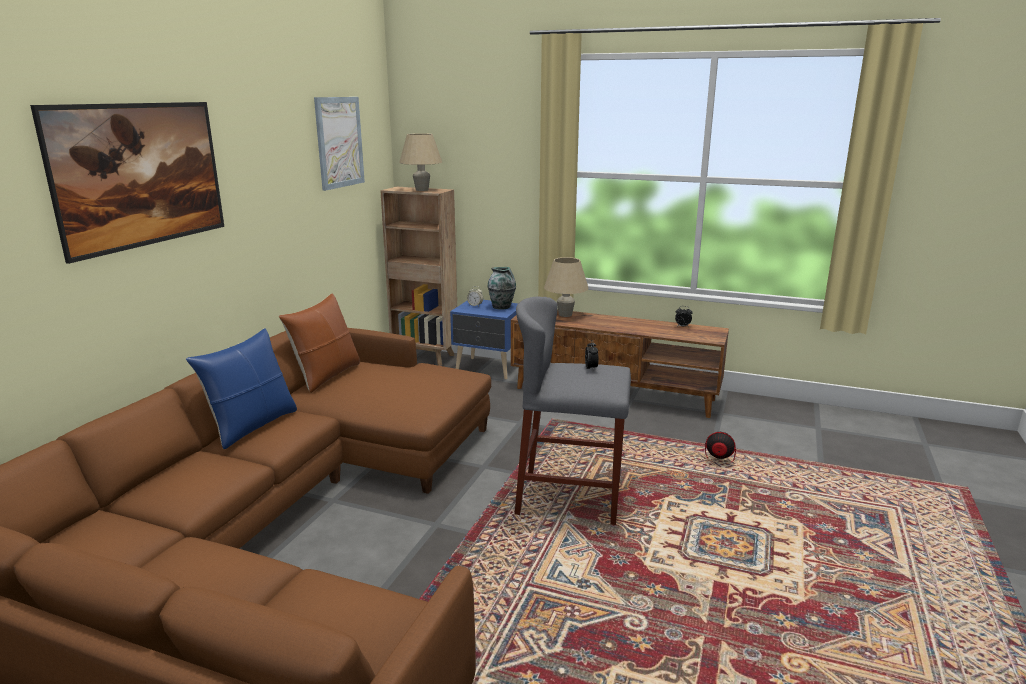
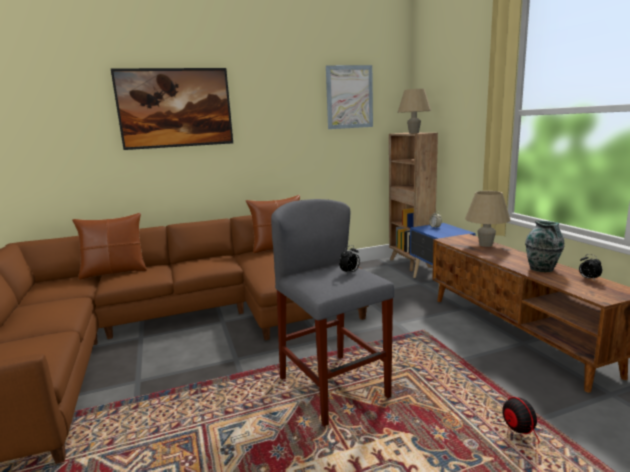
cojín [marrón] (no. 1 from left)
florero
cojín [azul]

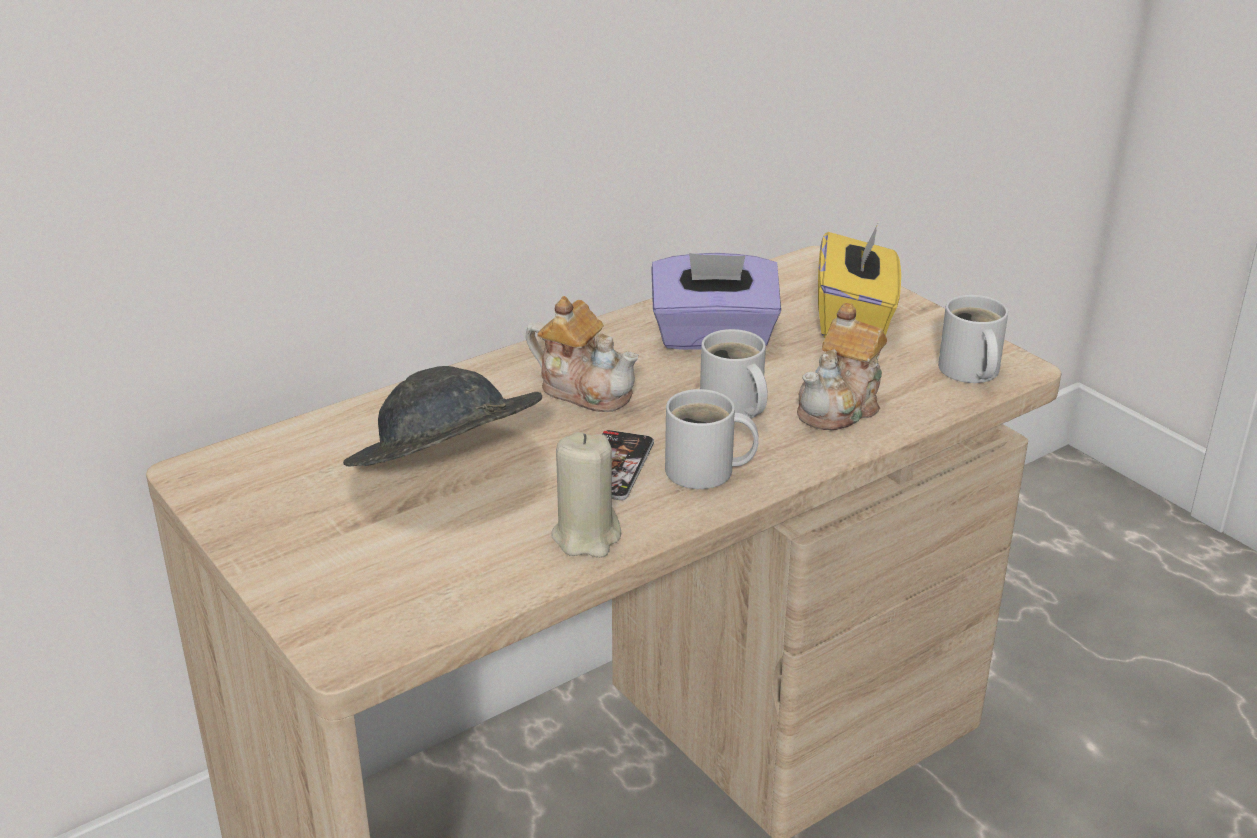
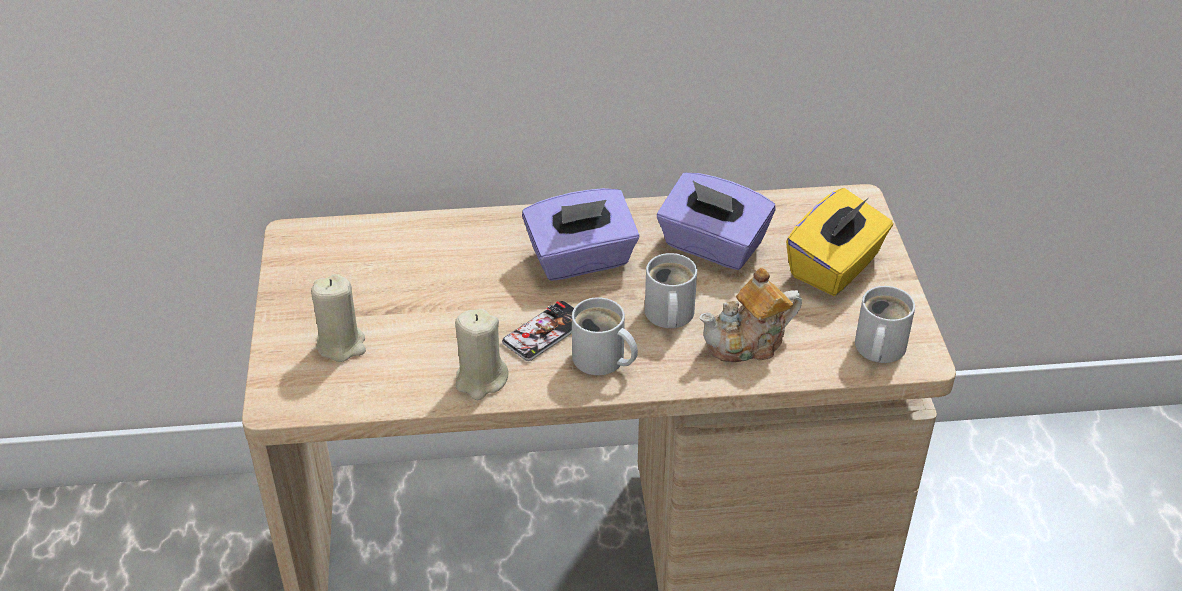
vela [beis] (no. 1 from left)
caja de pañuelos [morado] (no. 1 from left)
sombrero [gris]

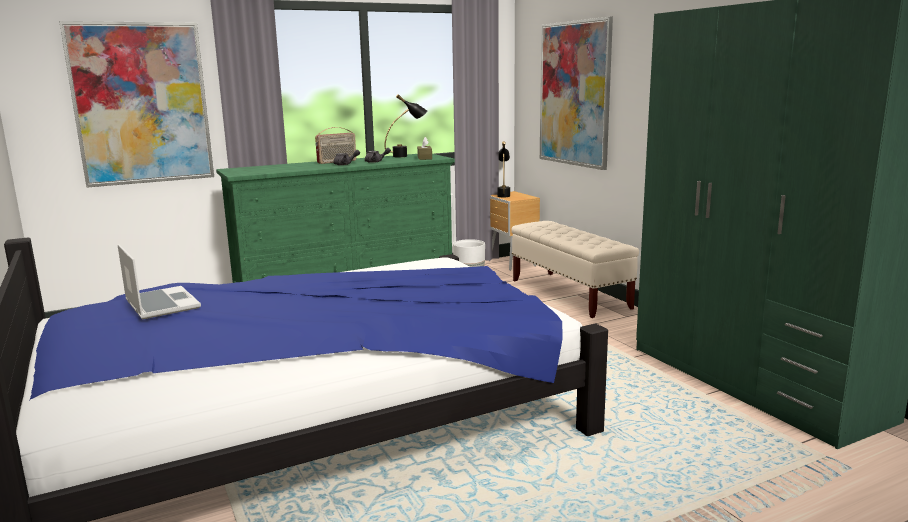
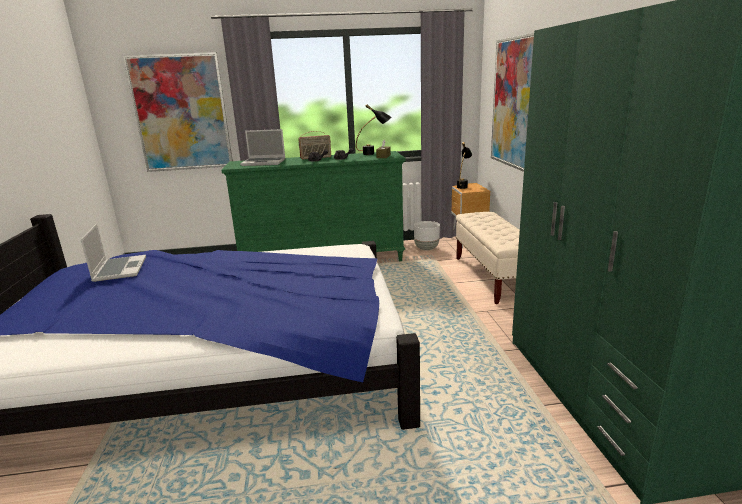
portátil (no. 2 from left)

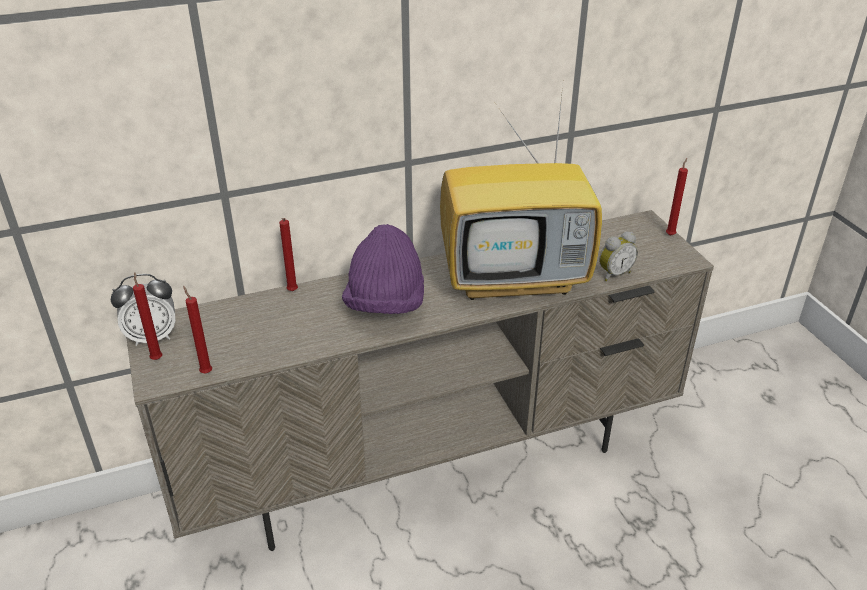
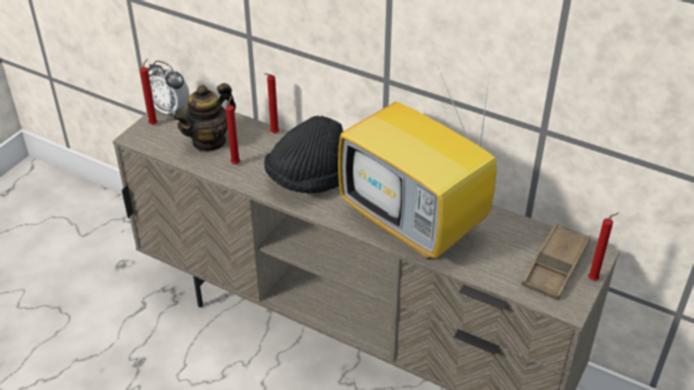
tetera
vela [rojo] (no. 2 from left)
sombrero [negro]
bandeja [marrón]
despertador (no. 2 from left in the first image)

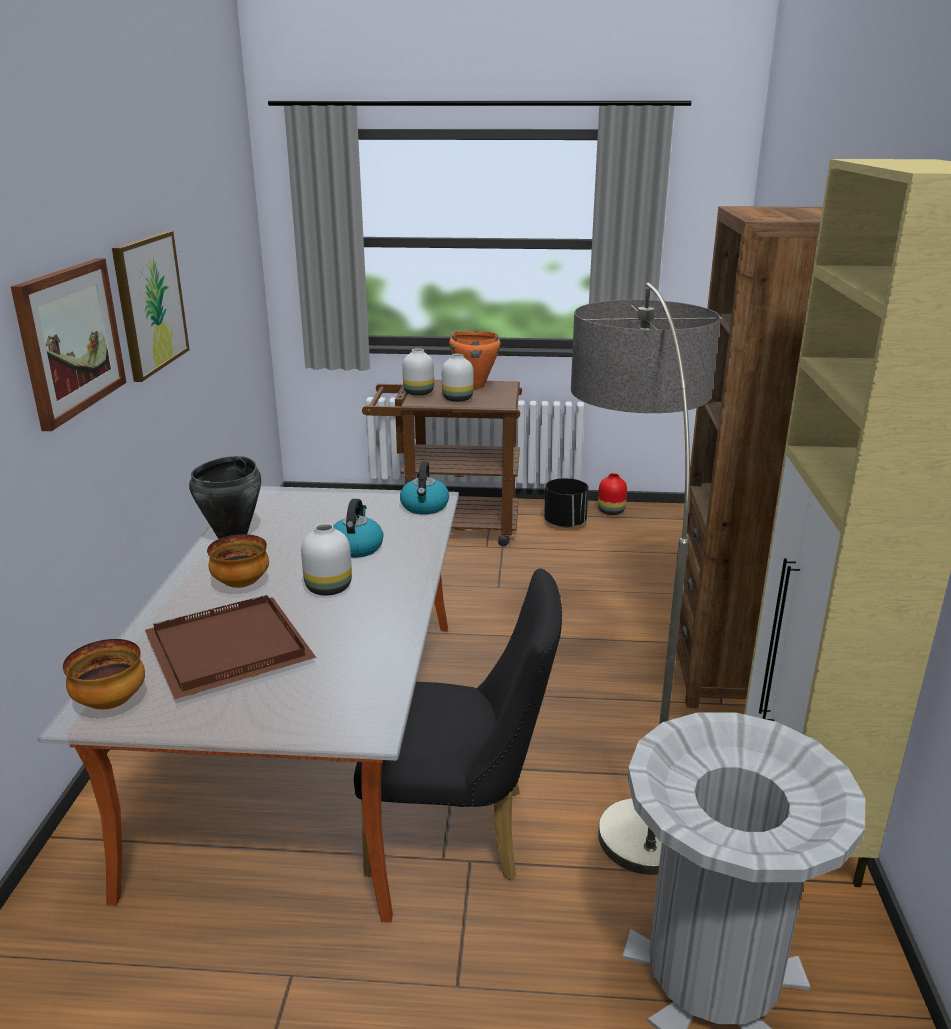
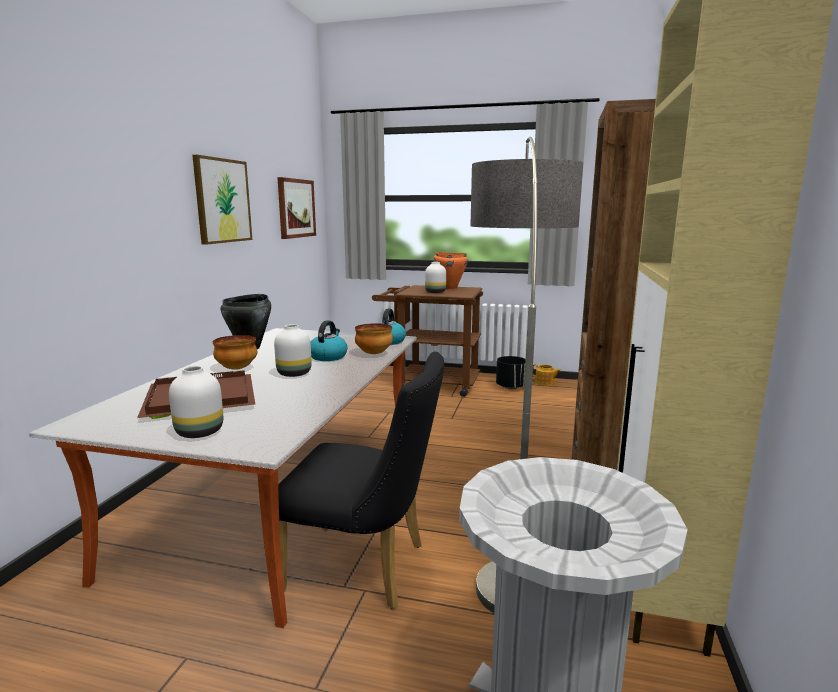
florero [blanco] (no. 1 from left)
cuadro (no. 2 from left)
cuenco (no. 2 from left)
tetera

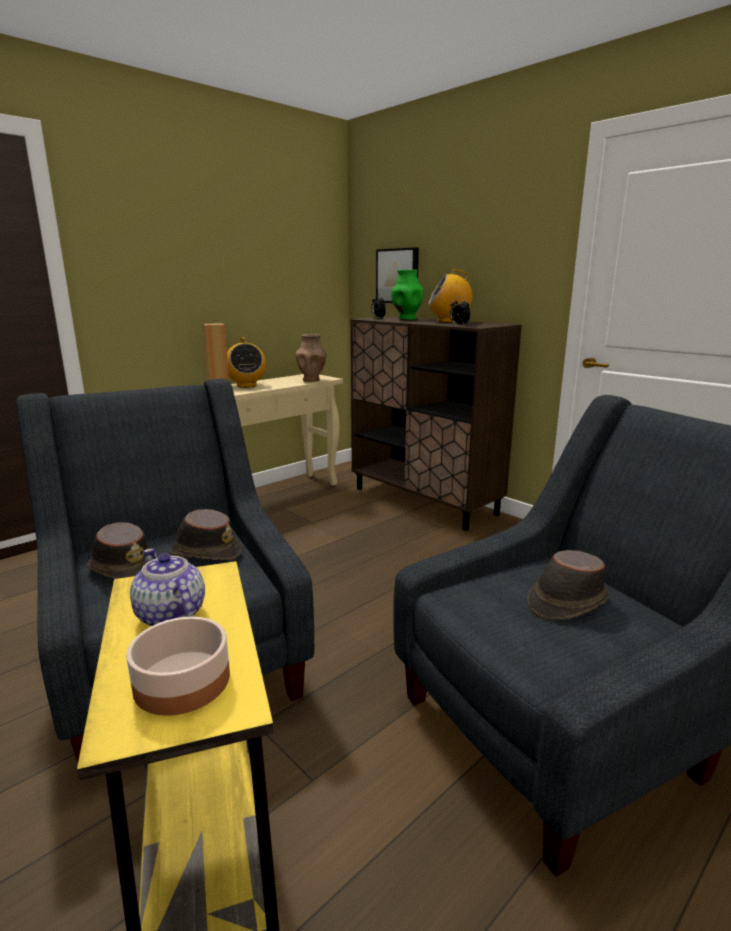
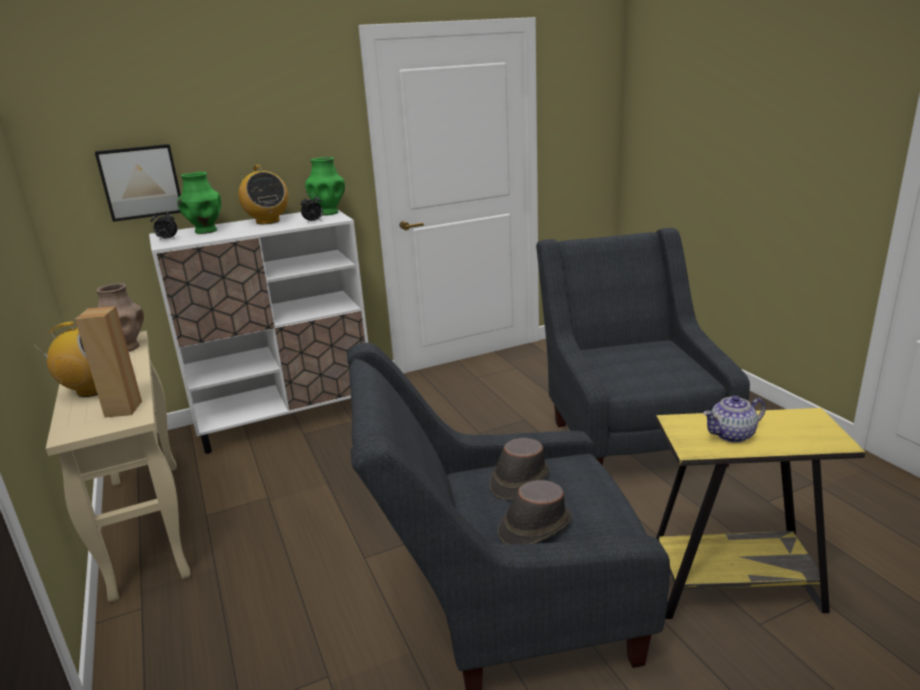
armario [blanco]
radio (no. 2 from left)
florero [verde] (no. 2 from left)
cuenco
sombrero [marrón] (no. 3 from left in the first image)

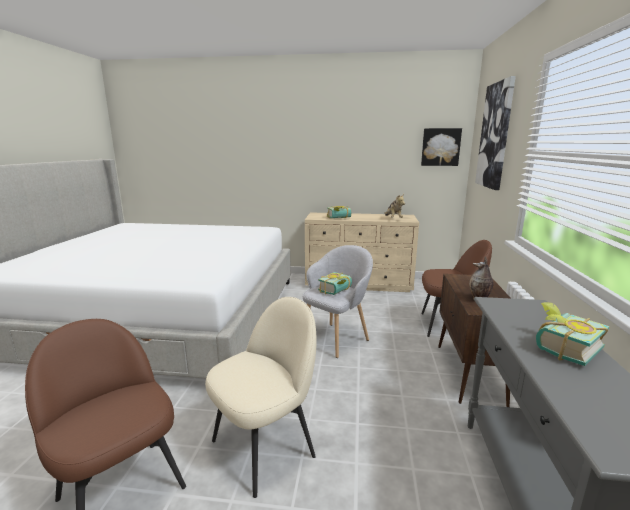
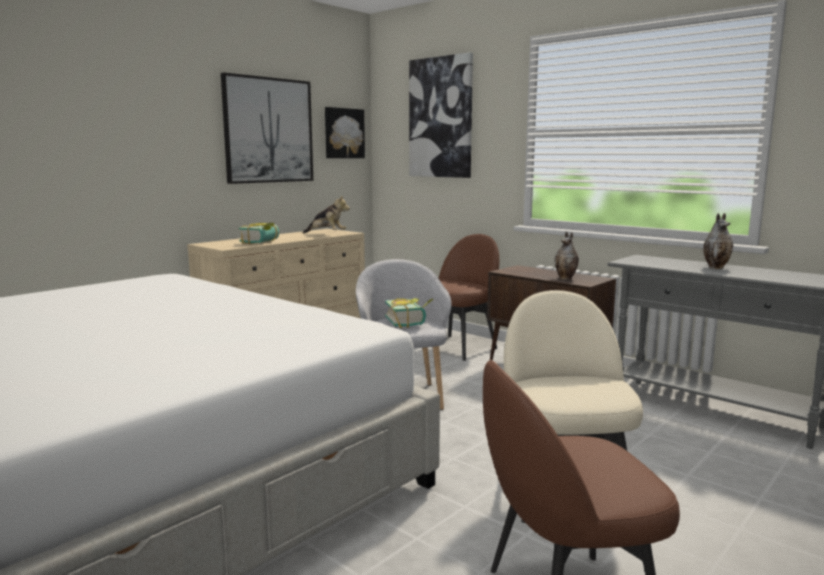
cuadro (no. 1 from left)
florero (no. 2 from left)

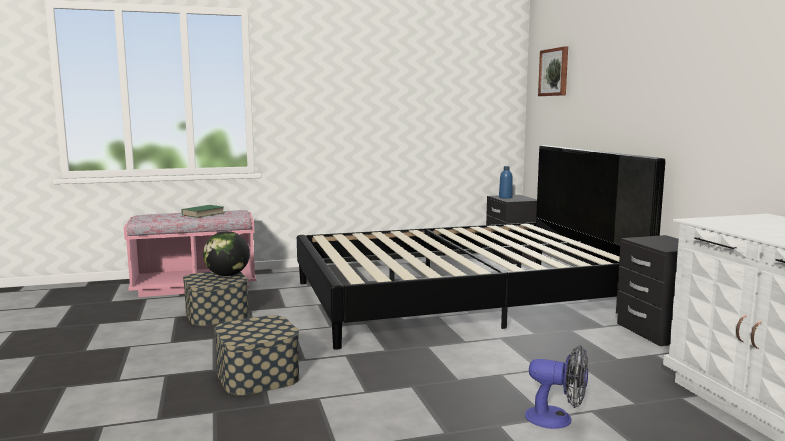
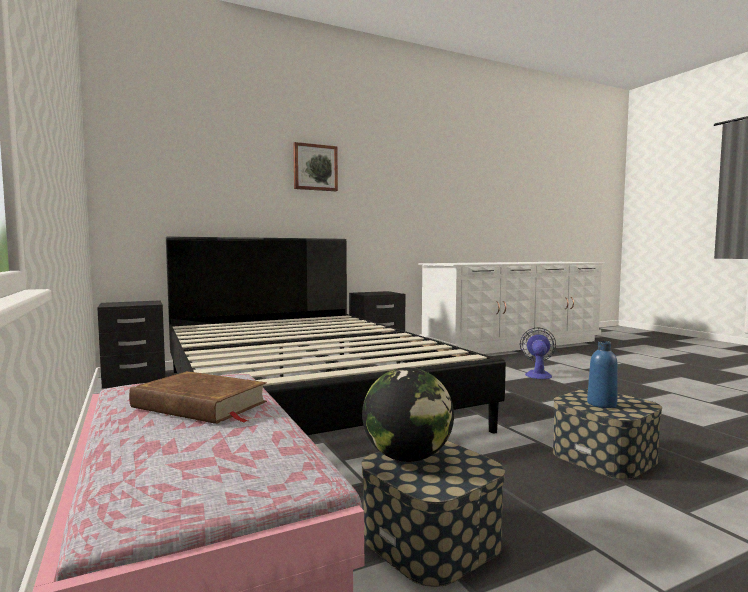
libro [marrón]
cuadro
botella [azul]

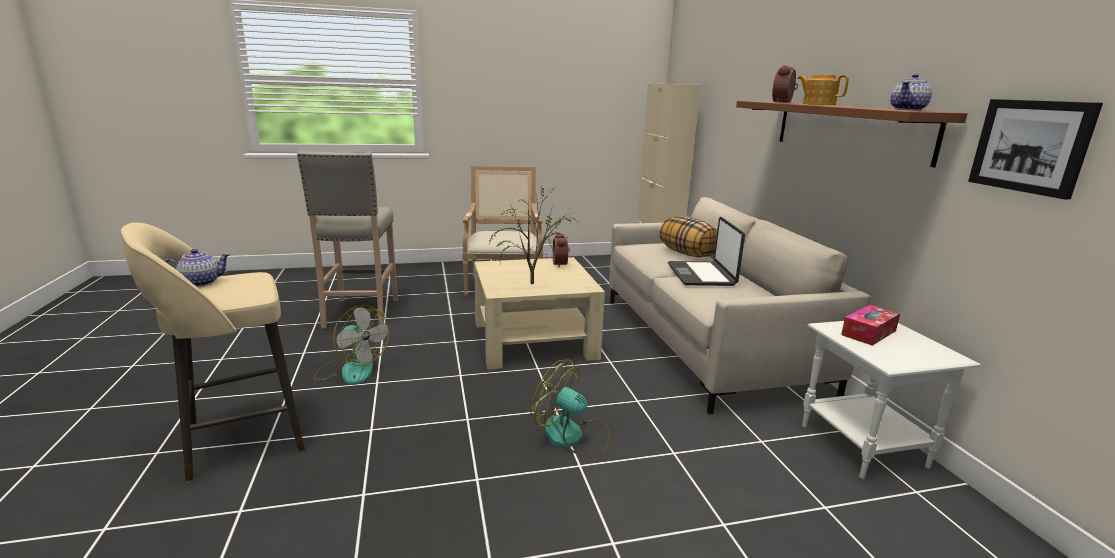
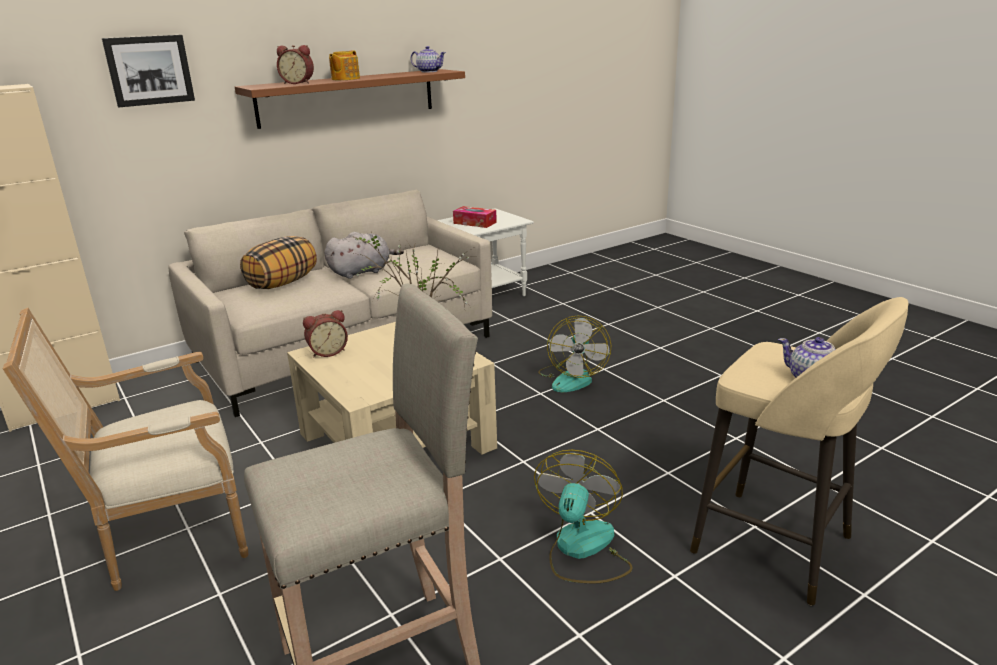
cuadro
peluche [gris]

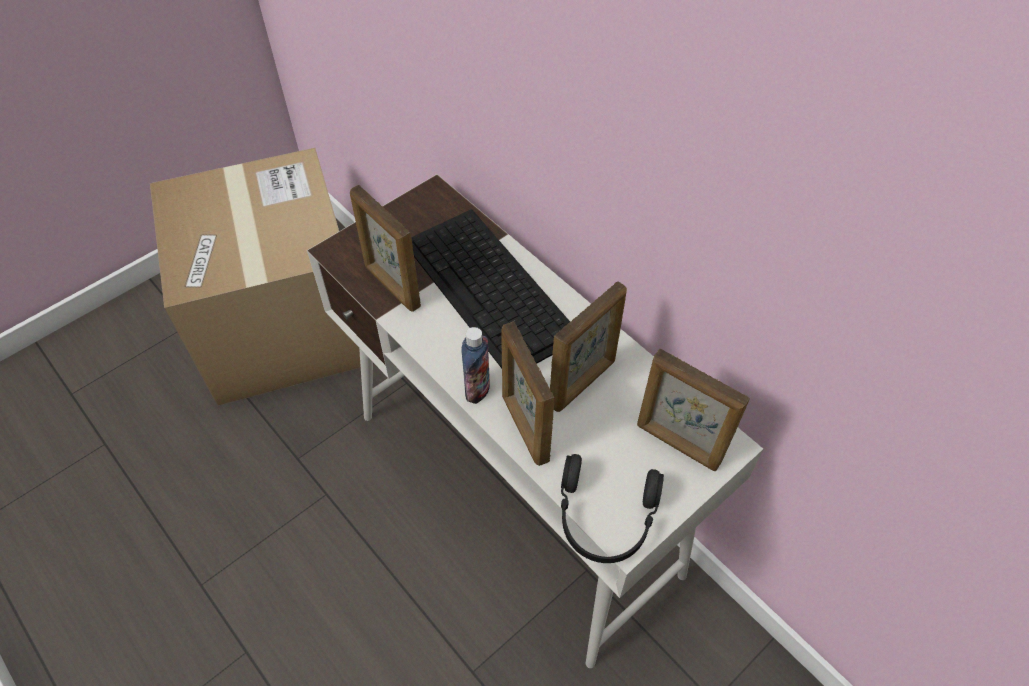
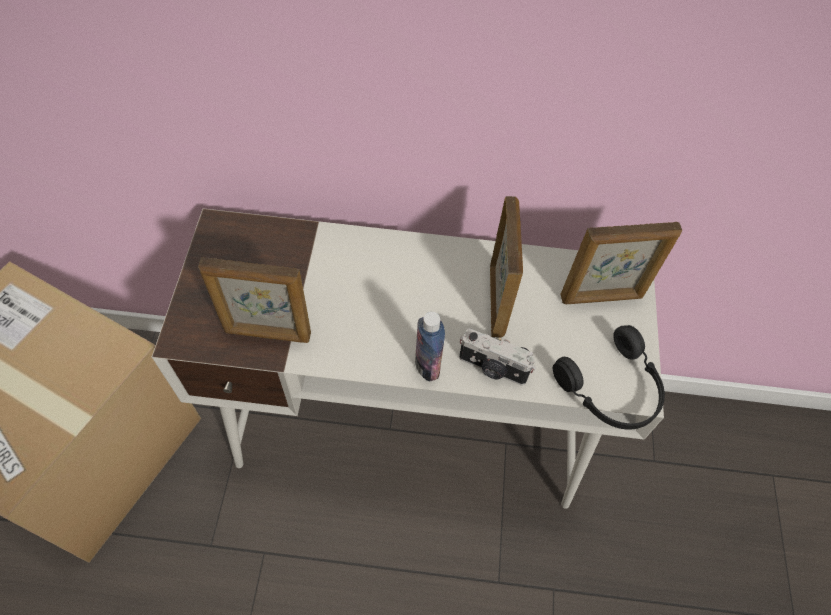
cámara
teclado

